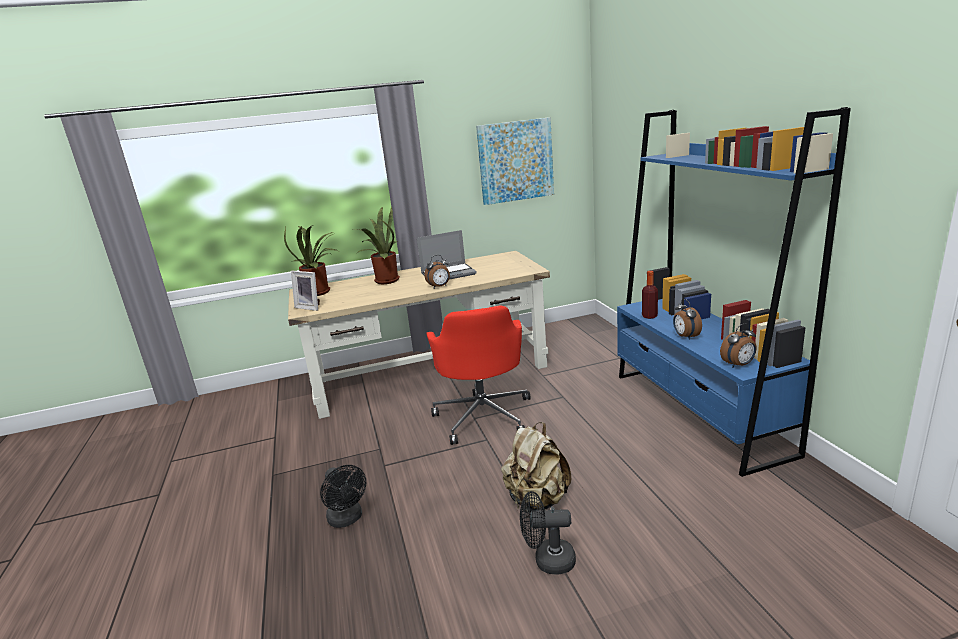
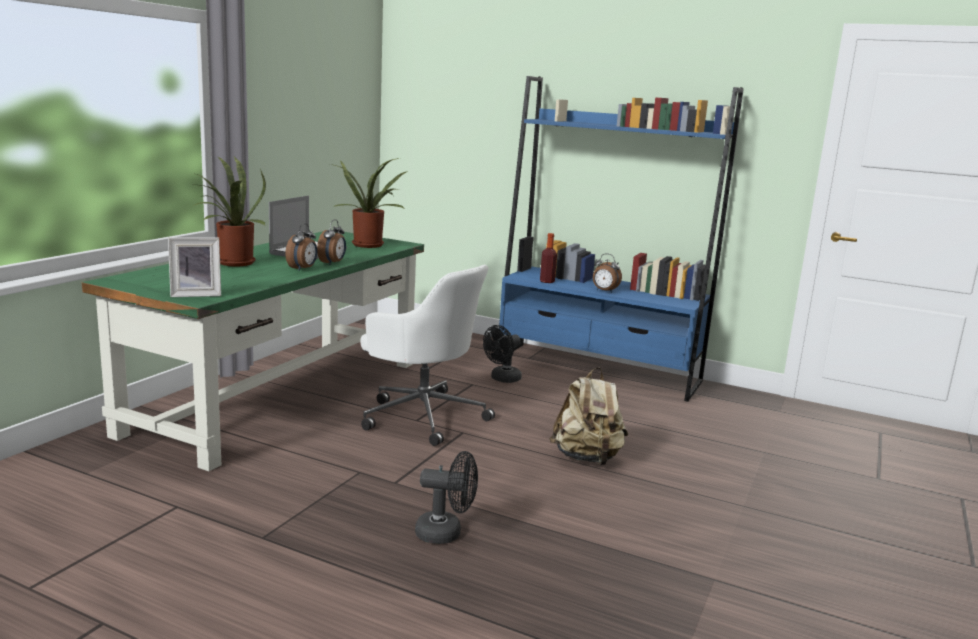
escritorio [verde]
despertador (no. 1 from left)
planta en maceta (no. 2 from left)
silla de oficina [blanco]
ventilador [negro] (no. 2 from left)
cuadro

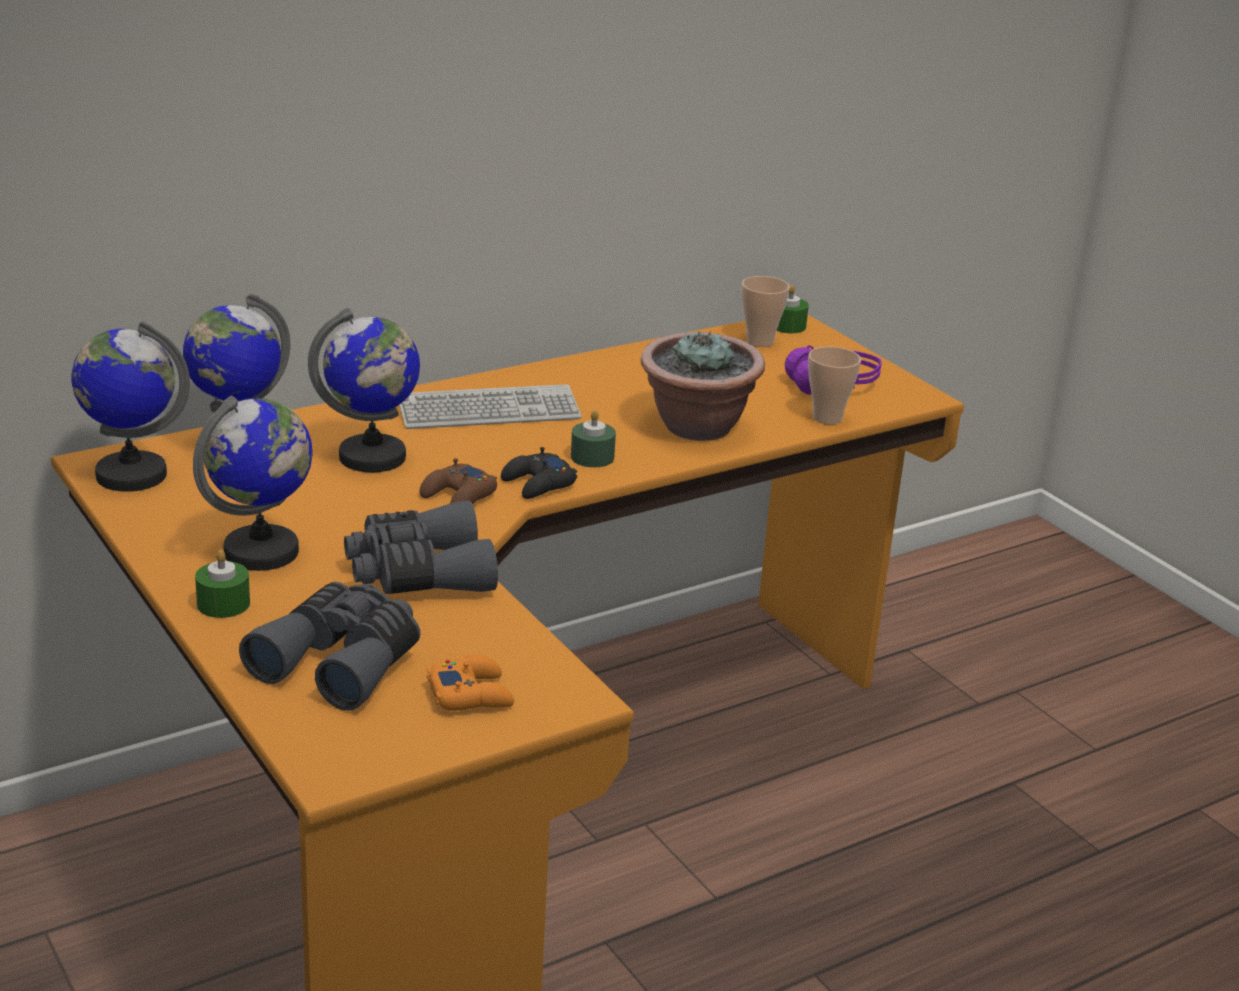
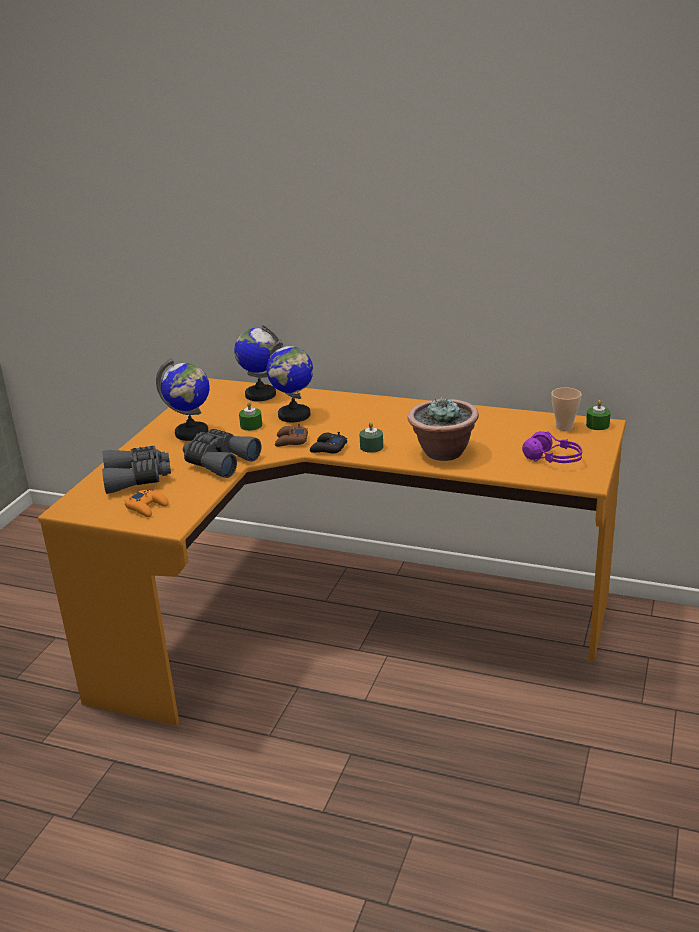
vela [verde] (no. 1 from left)
globo terráqueo (no. 1 from left in the first image)
teclado
taza (no. 2 from left in the first image)

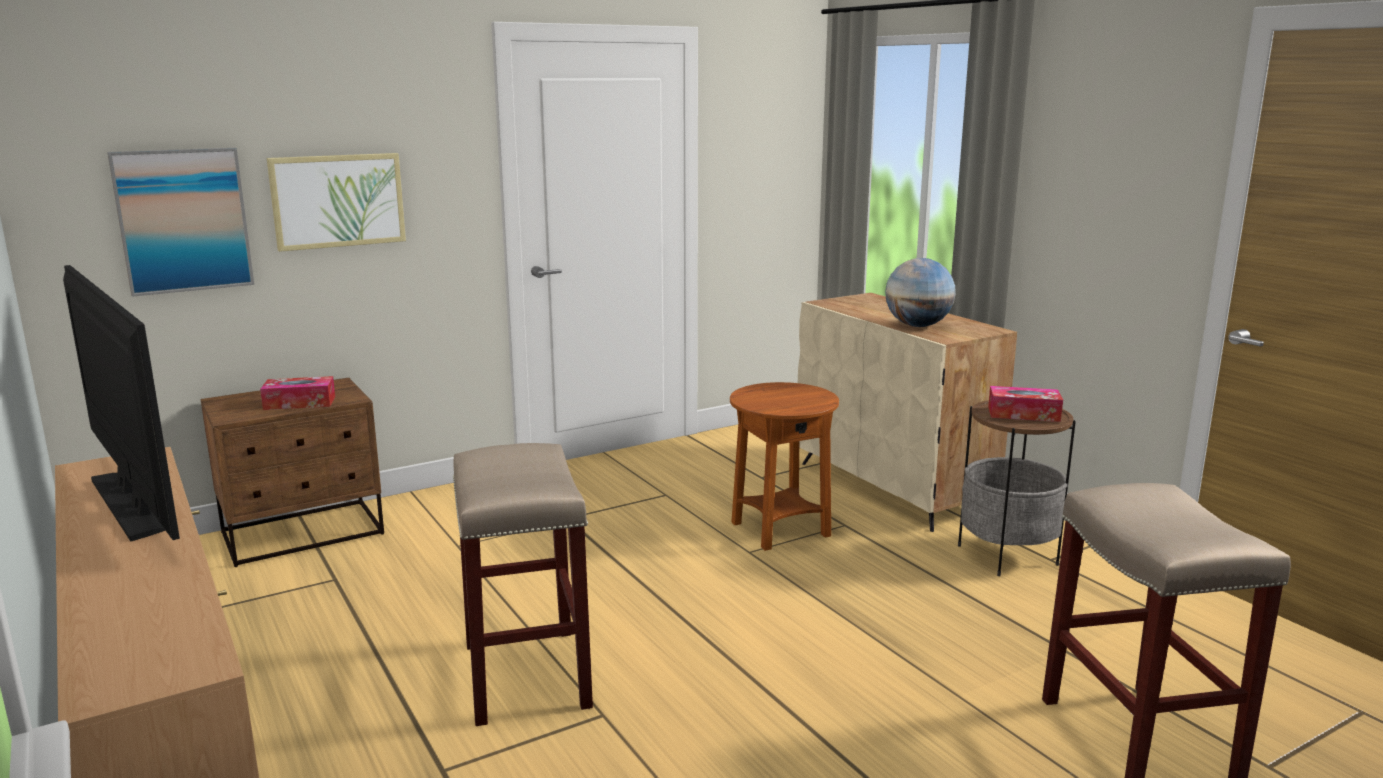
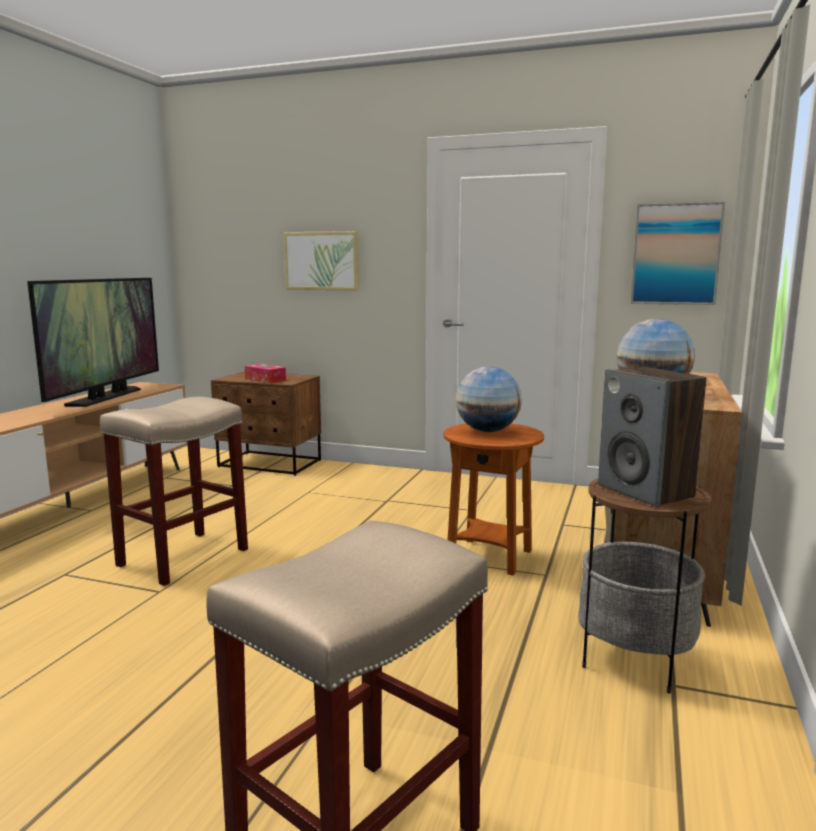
globo terráqueo (no. 1 from left)
altavoz
cuadro (no. 2 from left)

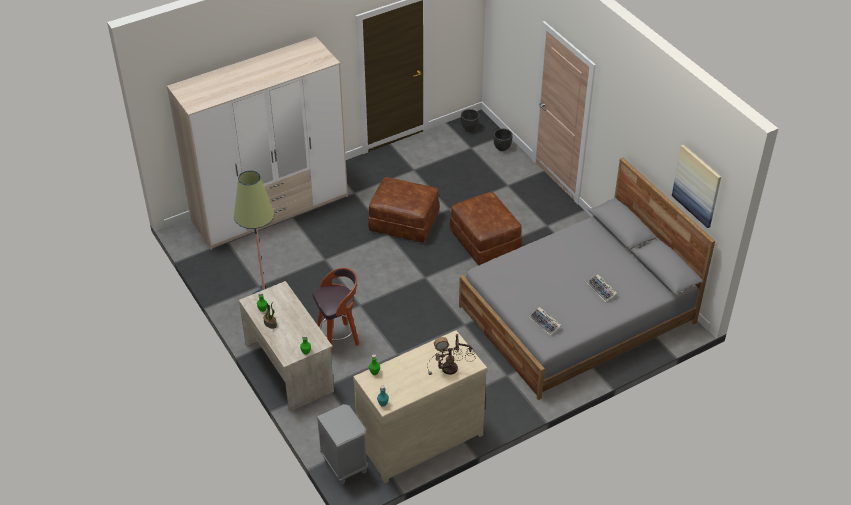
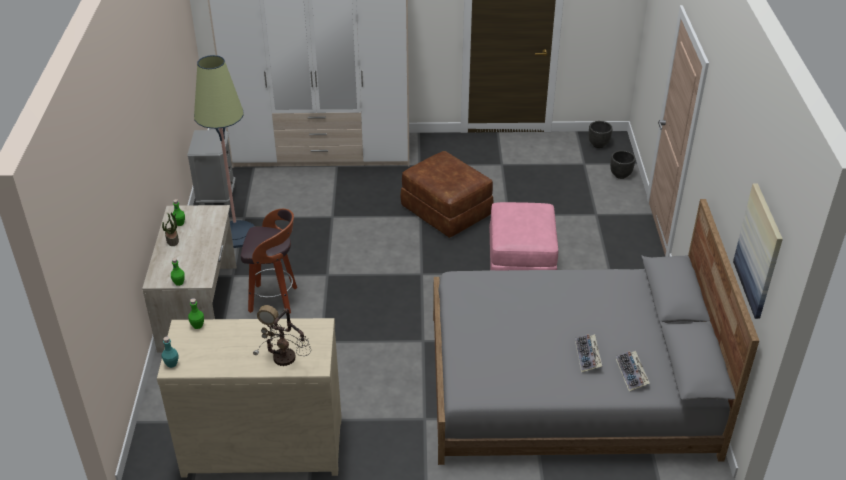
mesita de noche [gris]
puf [rosa]
teclado (no. 2 from left)

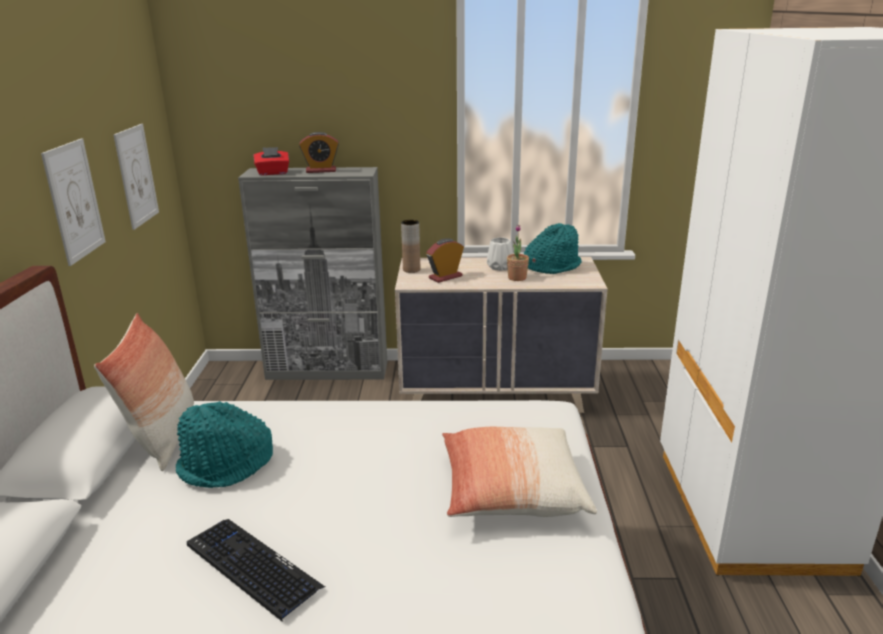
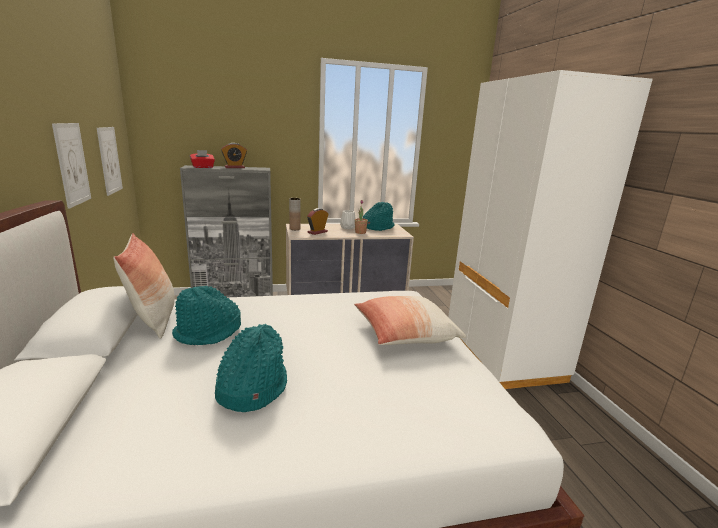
sombrero [turquesa] (no. 2 from left)

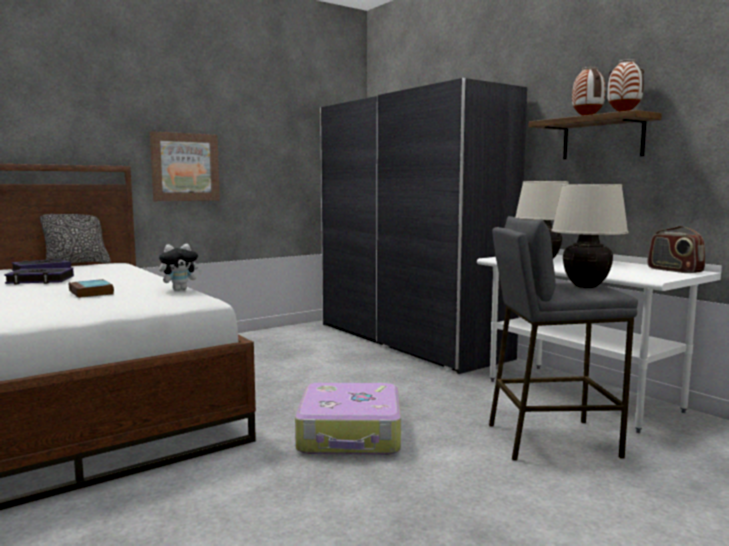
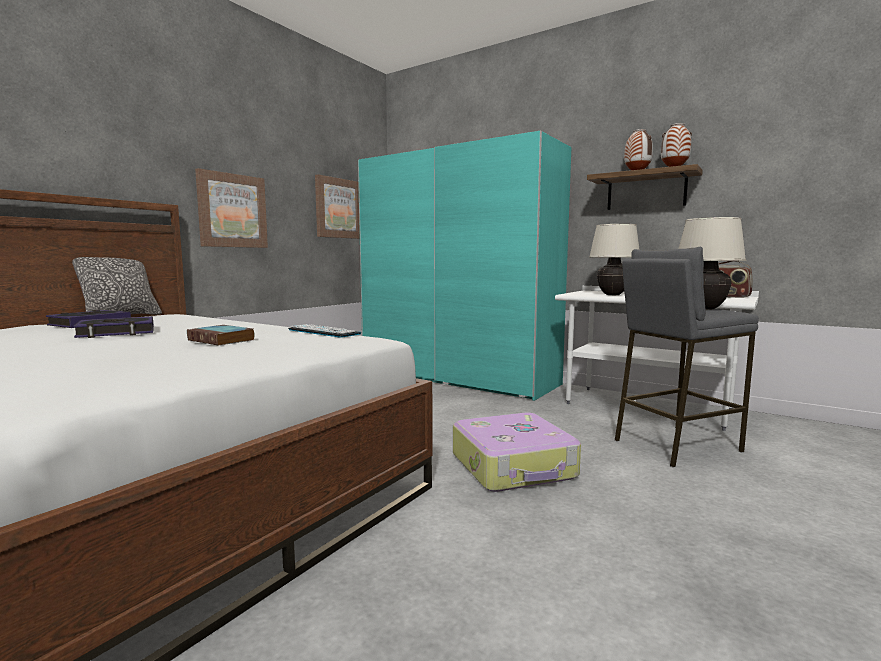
teclado
cuadro (no. 2 from left)
armario ropero [turquesa]

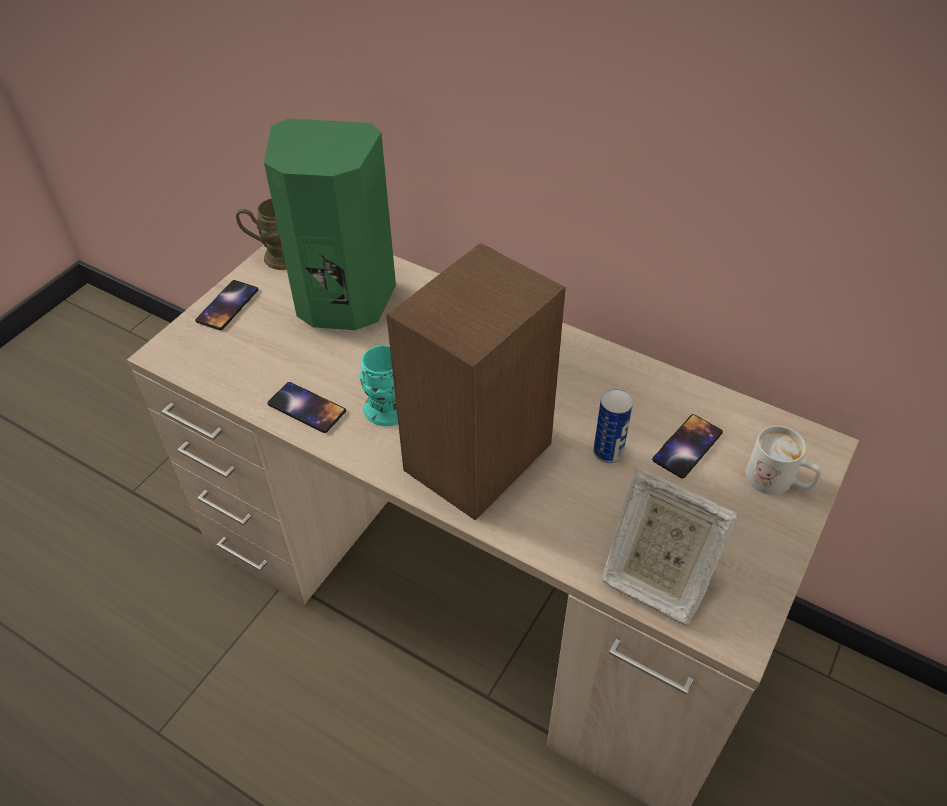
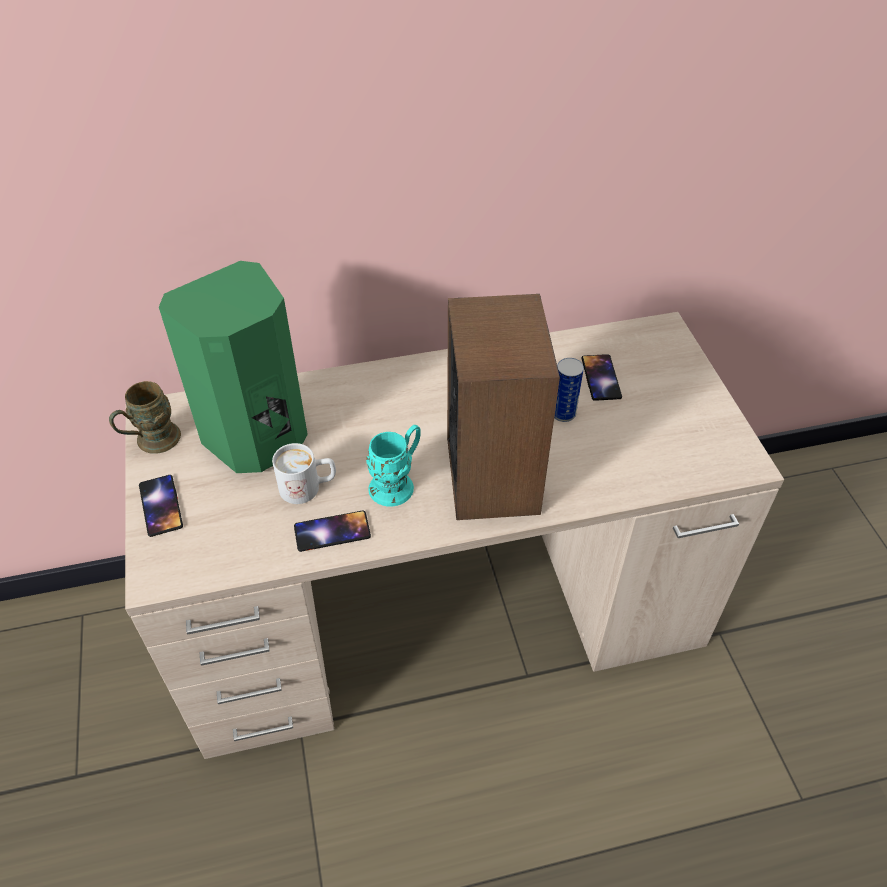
taza grande [blanco]
portarretratos

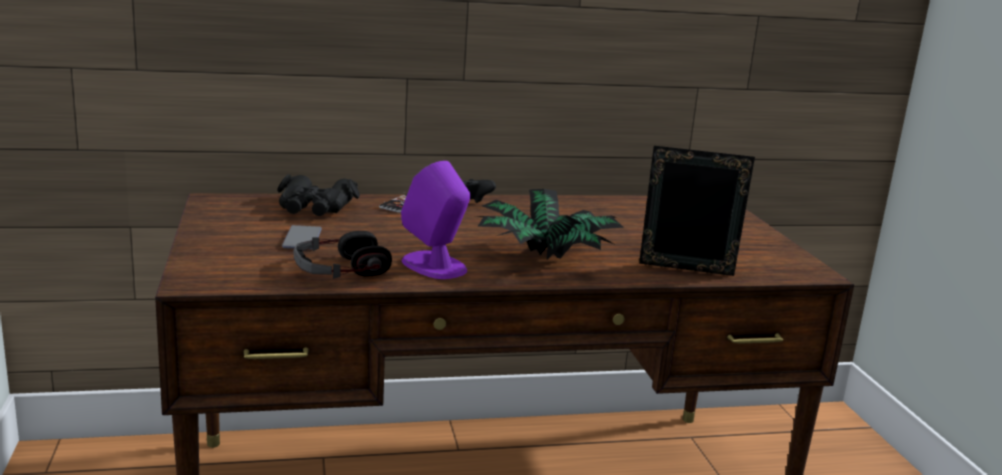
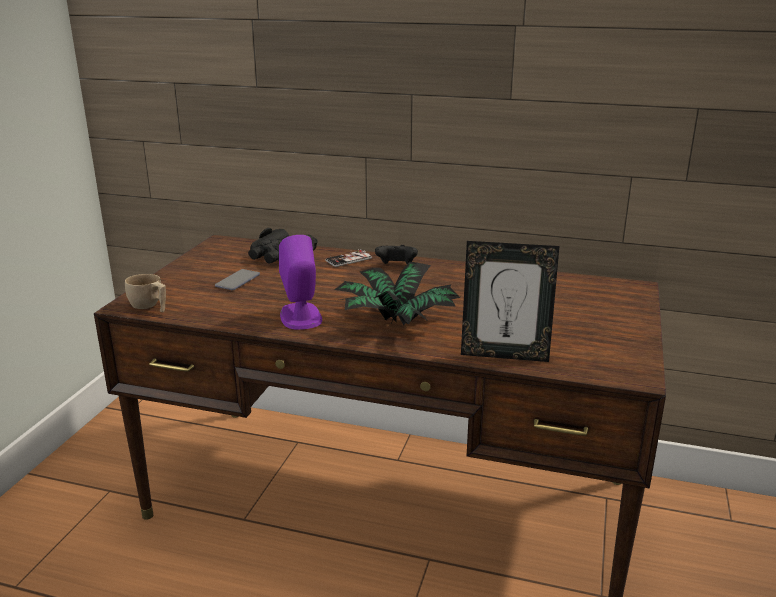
taza [beis]
portarretratos
auriculares

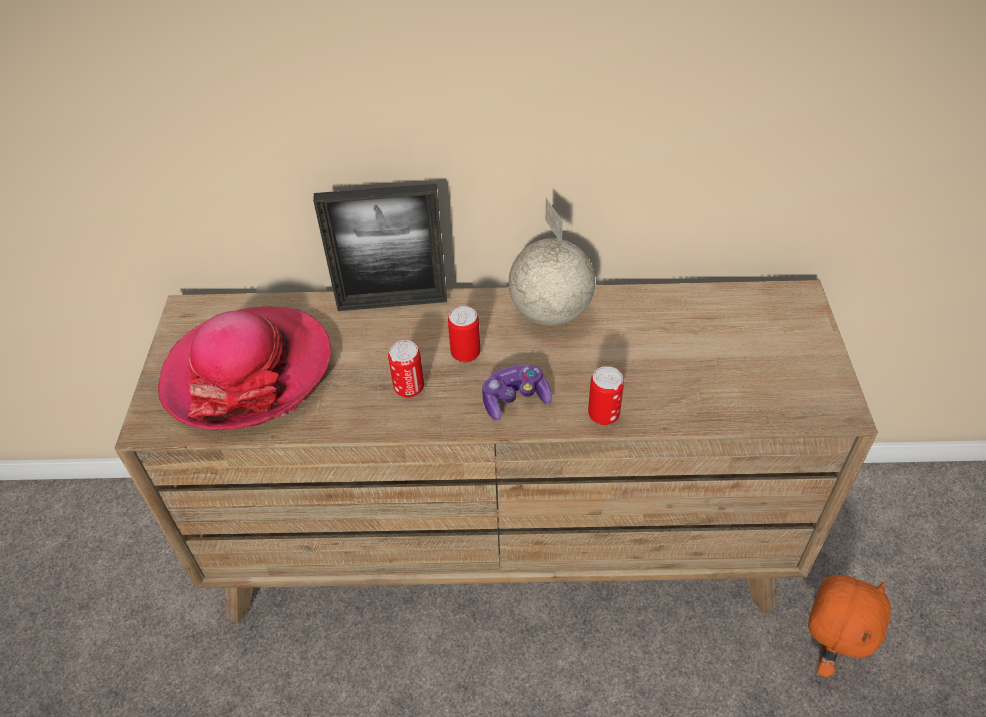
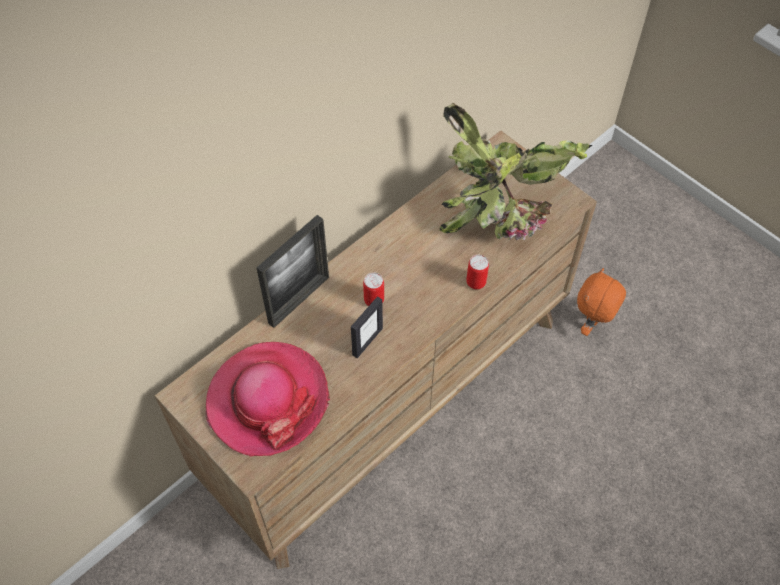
portarretratos (no. 2 from left)
planta en maceta
peluche [naranja]
mando de consola
globo terráqueo

